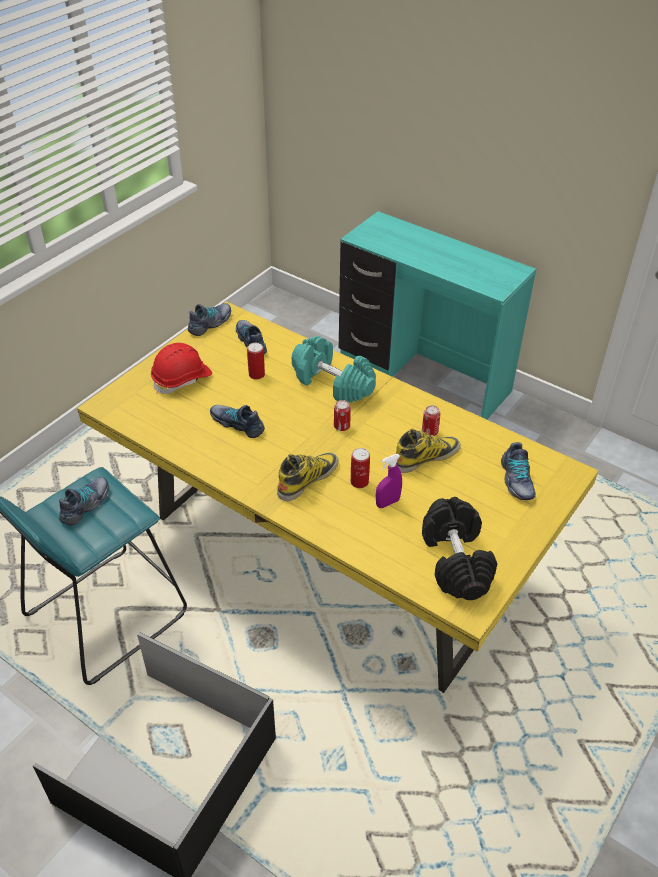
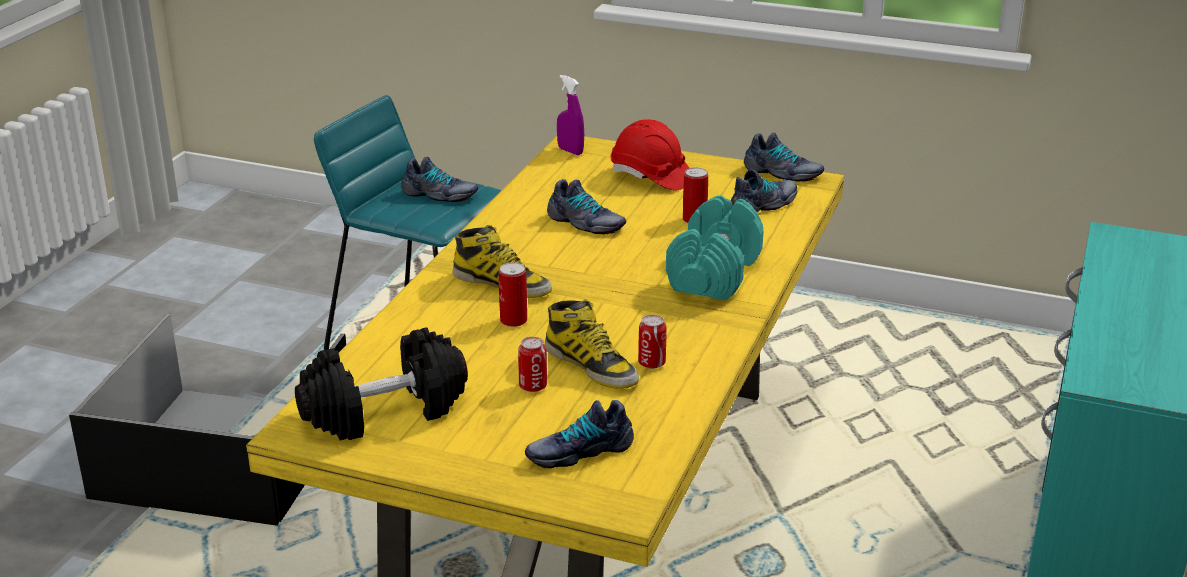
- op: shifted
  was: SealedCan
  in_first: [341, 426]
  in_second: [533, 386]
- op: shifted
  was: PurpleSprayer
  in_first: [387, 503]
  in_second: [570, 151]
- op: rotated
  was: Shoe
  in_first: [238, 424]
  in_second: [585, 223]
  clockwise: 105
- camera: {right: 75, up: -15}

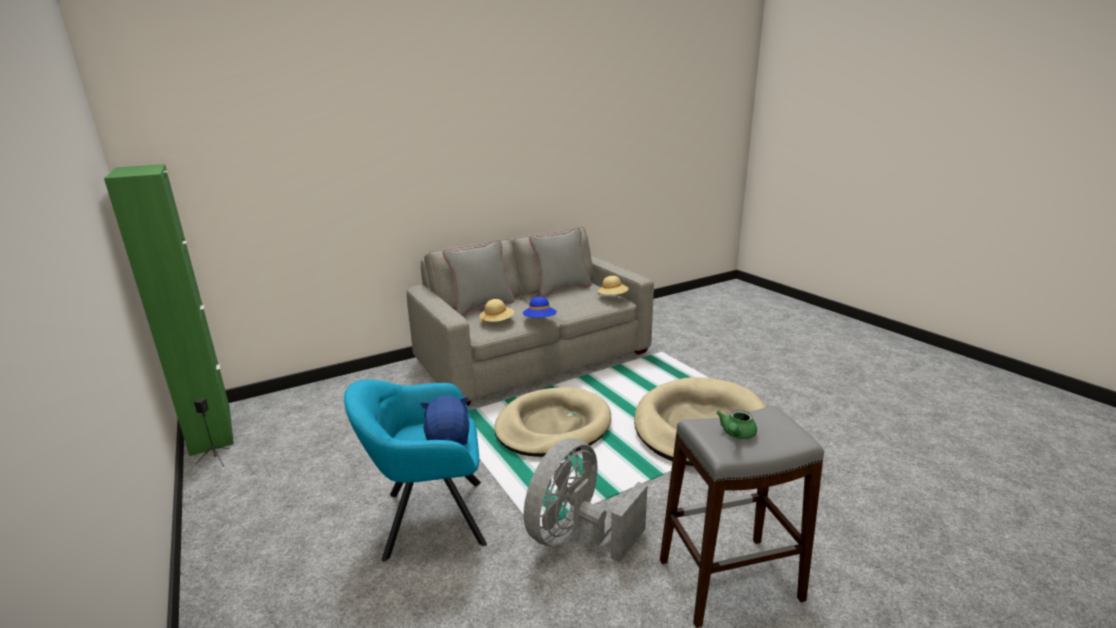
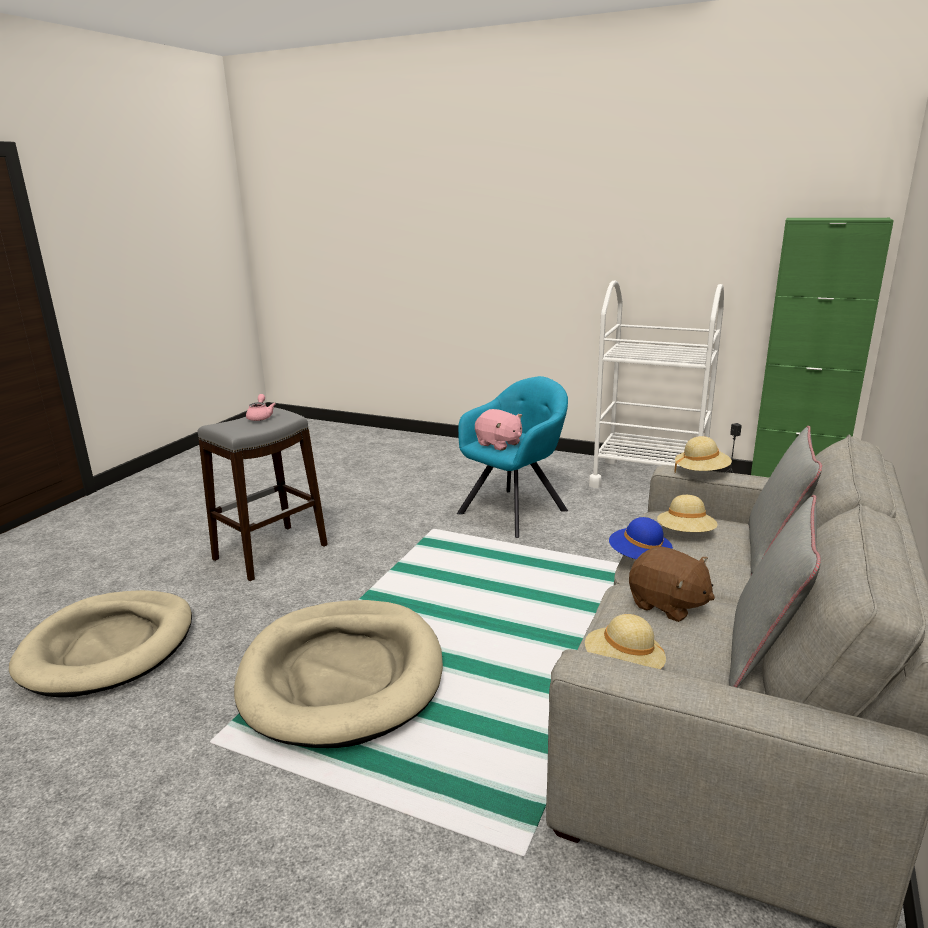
- op: gone
  was: GreyishFan
  in_first: [577, 536]
- op: new
  now: WhiteCart
  in_second: [649, 479]
- op: new
  now: BrownishPlushToy
  in_second: [667, 605]
- op: new
  now: BeigeColouredClothingHat
  in_second: [701, 472]
- op: shifted
  was: BeigeColouredPetBed
  in_first: [553, 426]
  in_second: [109, 647]
- op: repainted
  was: BlueColouredPlushToy
  now: PinkishPlushToy
  in_first: [448, 438]
  in_second: [499, 444]
- op: repainted
  was: GreenishTeapot
  now: PinkishTeapot
  in_first: [736, 434]
  in_second: [260, 417]
- camera: {right: 145, up: 0}

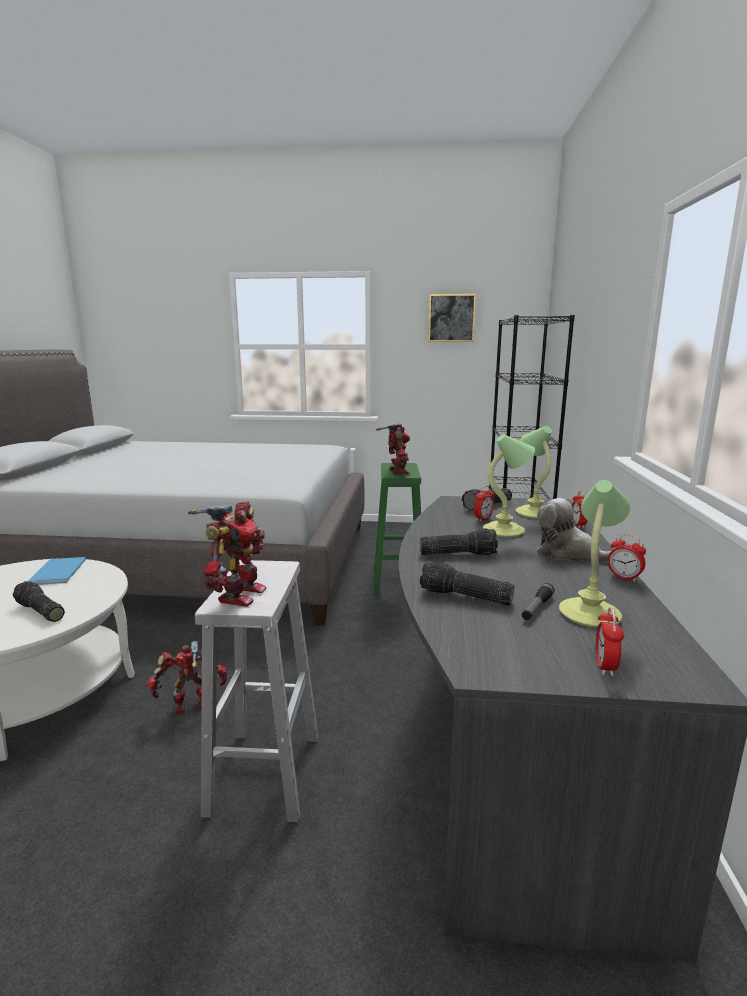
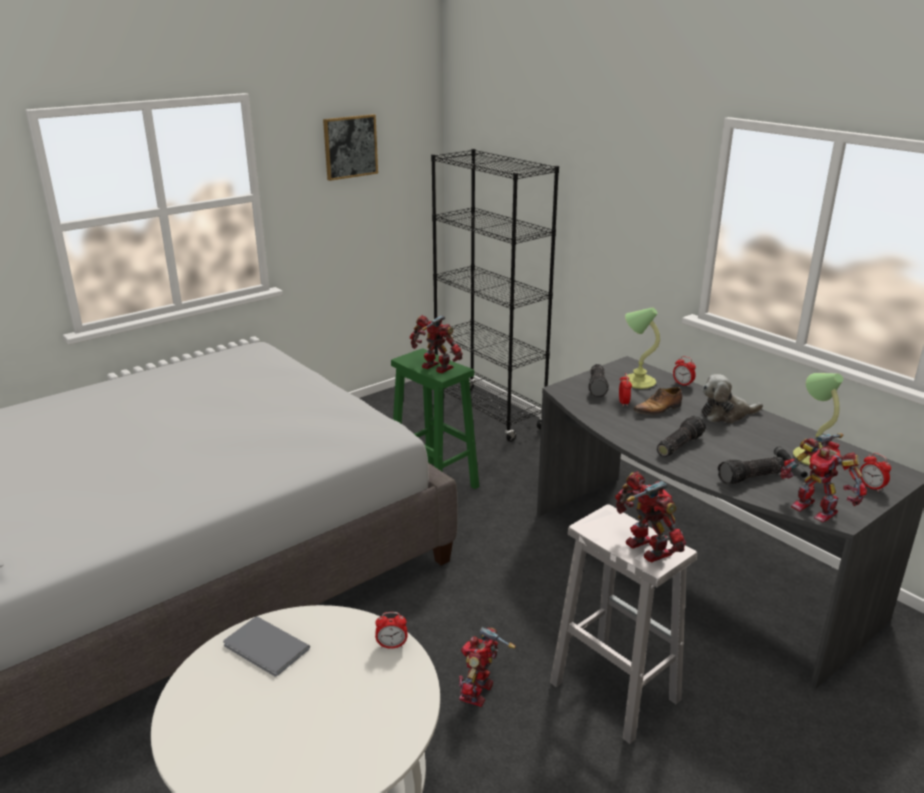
- op: gone
  was: Torch
  in_first: [39, 612]
- op: new
  now: RobotFigure
  in_second: [815, 508]
- op: shifted
  was: AlarmClock
  in_first: [624, 577]
  in_second: [392, 645]
- op: swapped
  was: LampForATable
  now: Shoe
  in_first: [505, 531]
  in_second: [658, 409]
- op: repainted
  was: BlueColouredBoundBook
  now: GreyishBoundBook
  in_first: [56, 573]
  in_second: [266, 649]
- camera: {right: -45, up: 10}

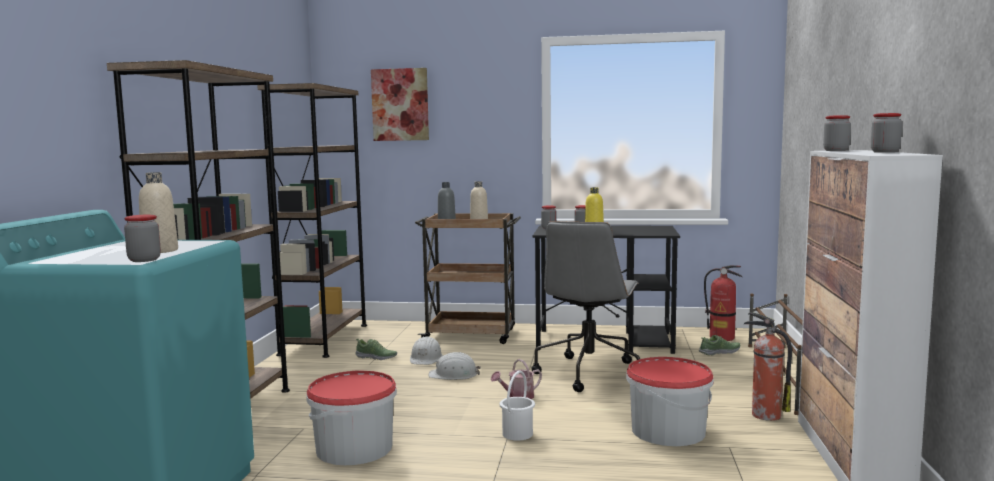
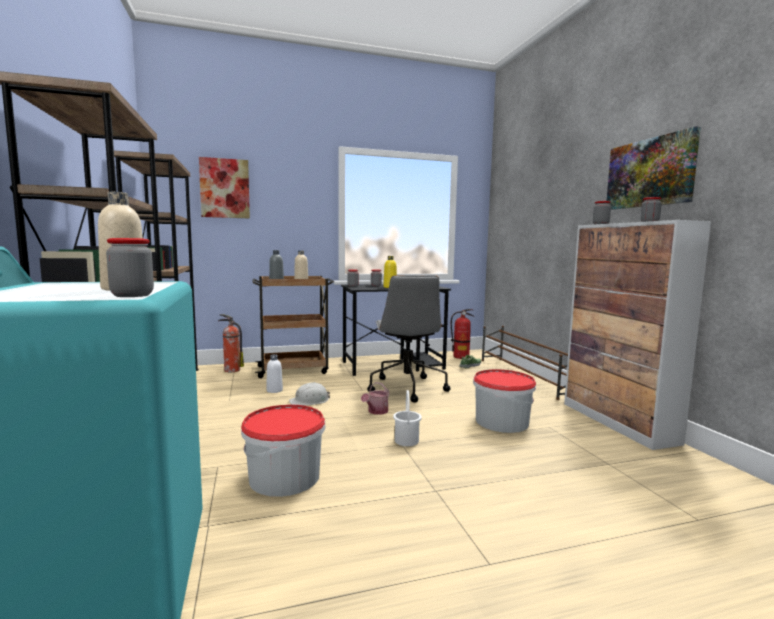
- op: gone
  was: Shoe
  in_first: [376, 357]
- op: new
  now: Picture
  in_second: [650, 173]
- op: shifted
  was: FireFightingCylinder
  in_first: [764, 415]
  in_second: [231, 370]
- op: swapped
  was: WhiteSafetyHelmet
  now: WhiteDrinkBottle
  in_first: [426, 358]
  in_second: [274, 390]
- camera: {right: -25, up: 0}

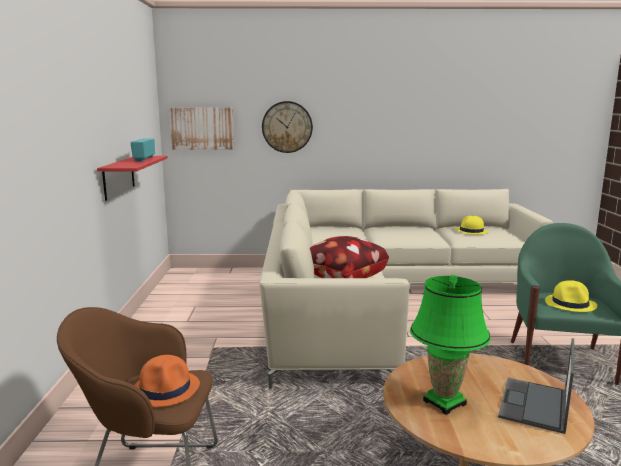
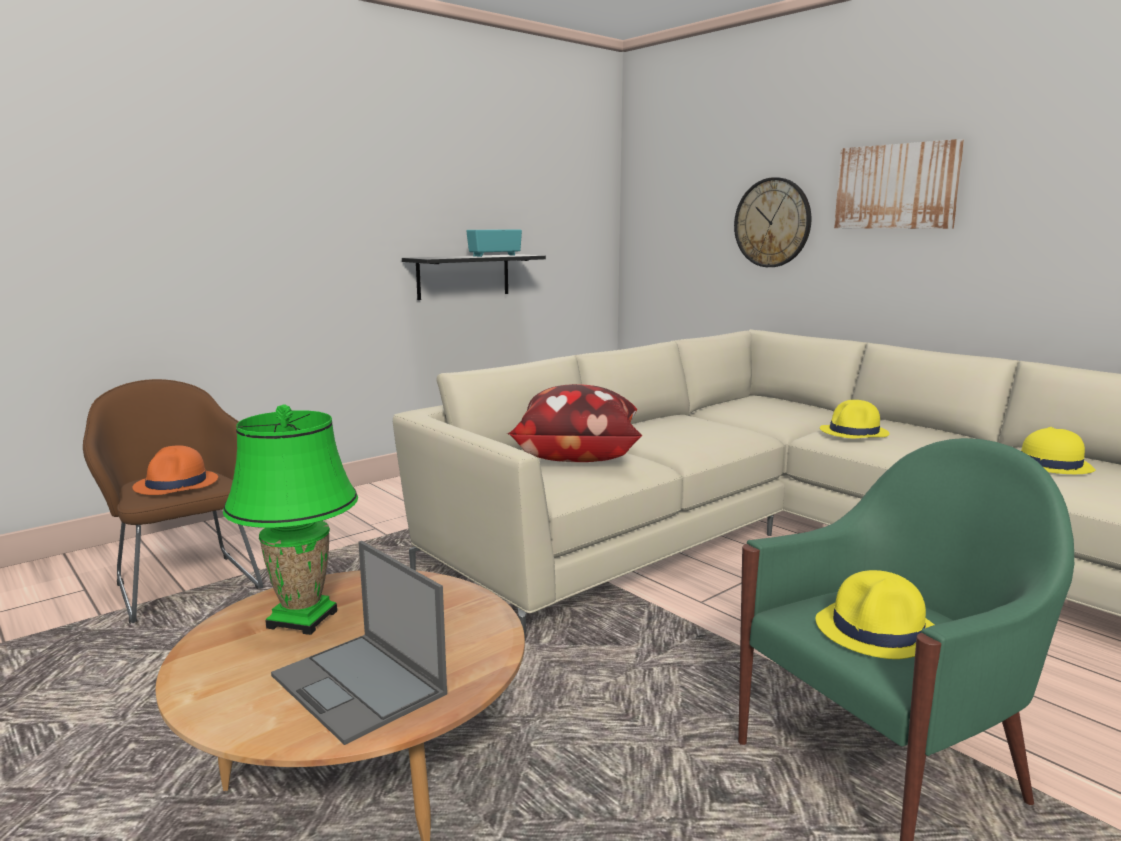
- op: new
  now: YellowClothingHat
  in_second: [854, 432]
- op: shifted
  was: Picture
  in_first: [202, 128]
  in_second: [896, 186]
- op: repainted
  was: RedWallShelf
  now: BlackColouredWallShelf
  in_first: [119, 177]
  in_second: [463, 276]
- op: rotated
  was: PortableComputer
  in_first: [534, 405]
  in_second: [360, 686]
  clockwise: -120
- camera: {right: 50, up: 0}

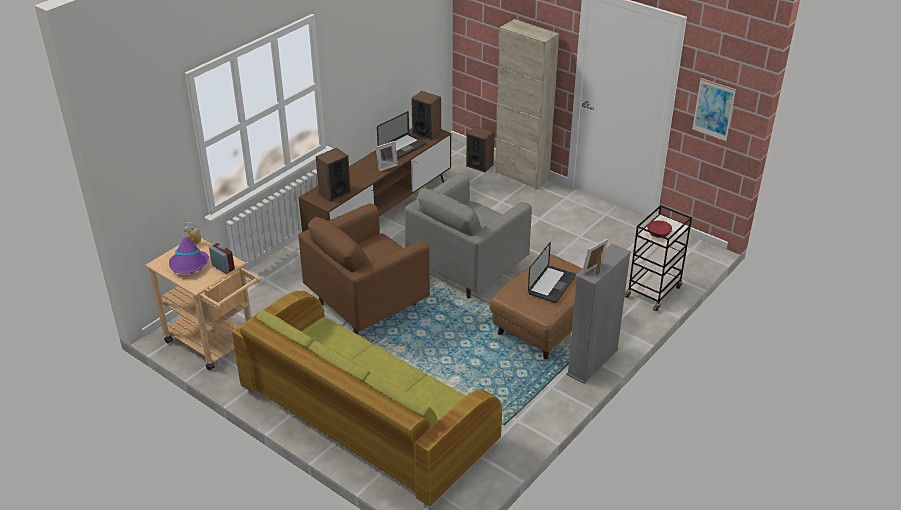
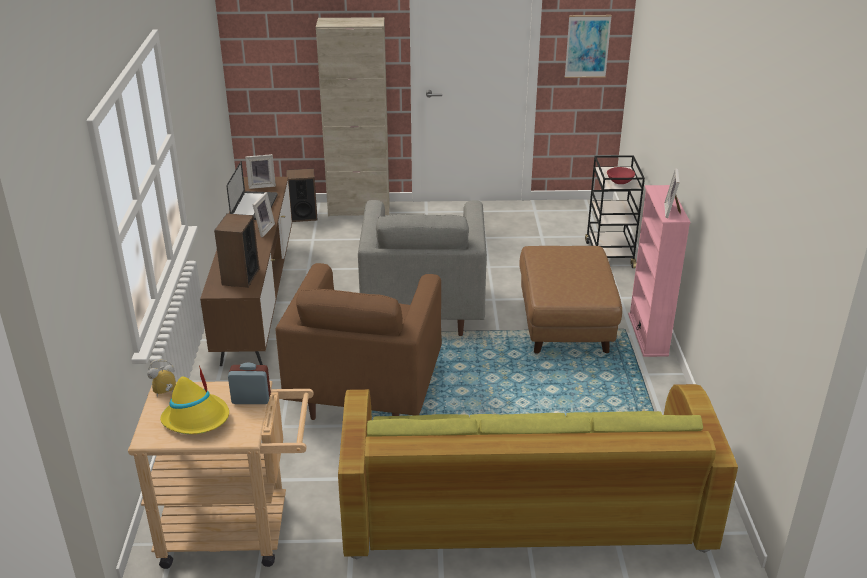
- op: gone
  was: PortableComputer
  in_first: [551, 285]
- op: swapped
  was: Loudspeaker
  now: PhotoFrame
  in_first: [426, 133]
  in_second: [262, 185]
- op: repainted
  was: PurpleClothingHat
  now: YellowClothingHat
  in_first: [189, 265]
  in_second: [197, 419]
- op: repainted
  was: GreyishShelvingUnit
  now: PinkishShelvingUnit
  in_first: [592, 362]
  in_second: [648, 334]
- camera: {right: -40, up: -5}

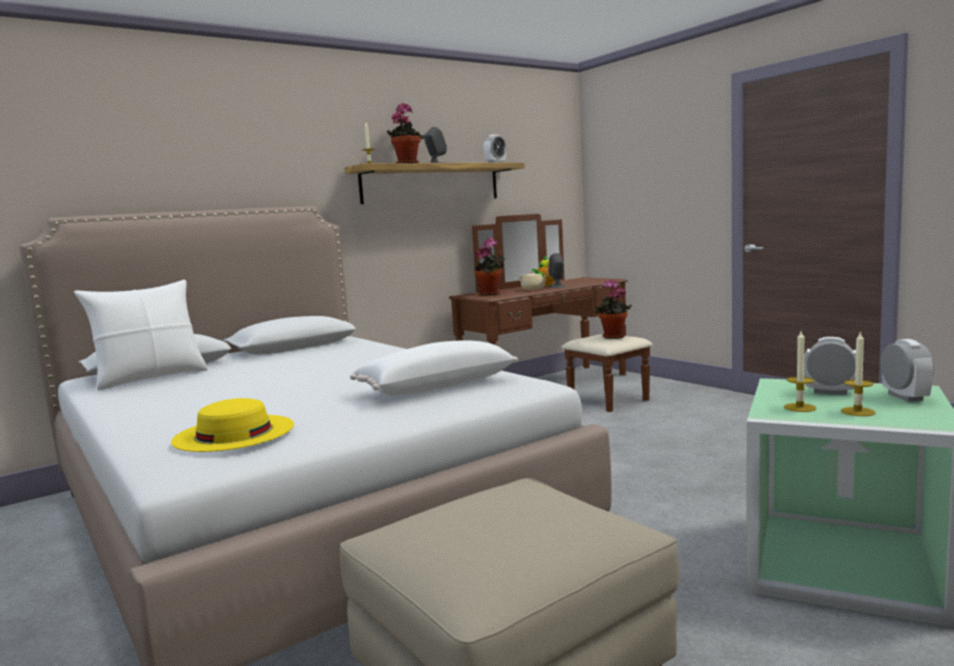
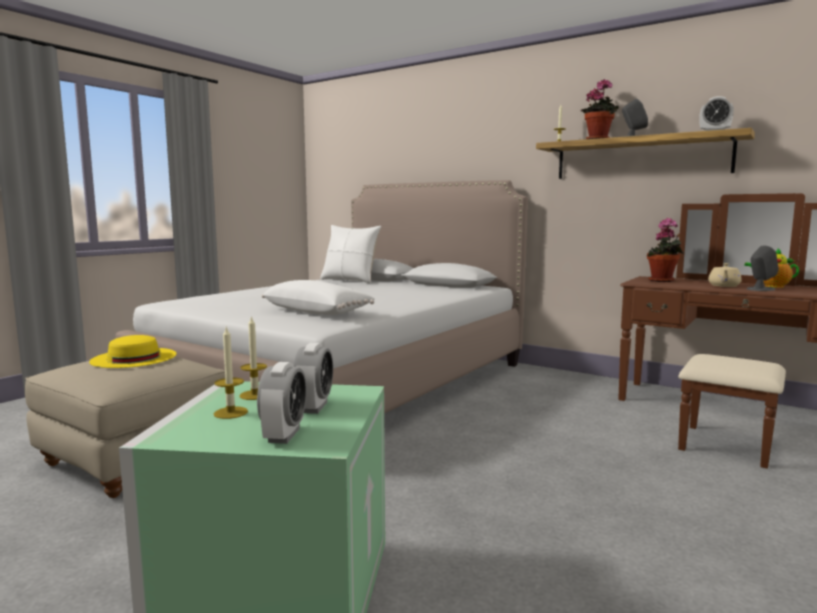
- op: gone
  was: Houseplant
  in_first: [613, 337]
- op: shifted
  was: YellowClothingHat
  in_first: [234, 432]
  in_second: [134, 357]
- op: rotated
  was: AlarmClock
  in_first: [905, 397]
  in_second: [284, 435]
  clockwise: -60
- camera: {right: 70, up: 0}

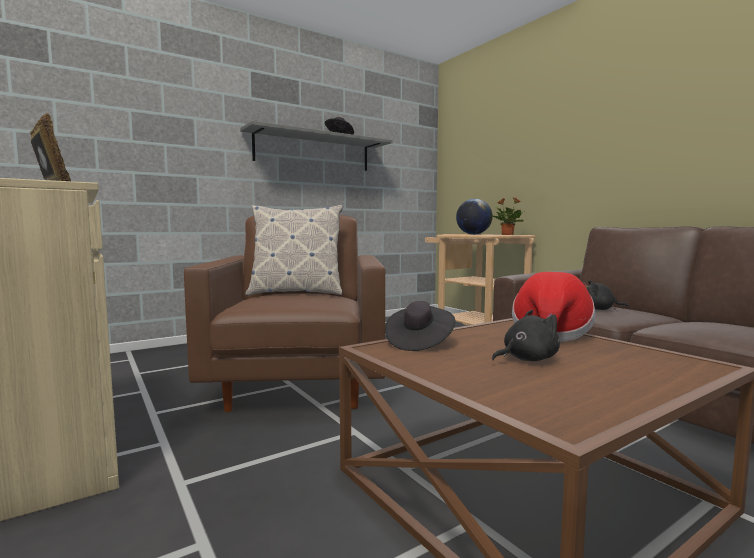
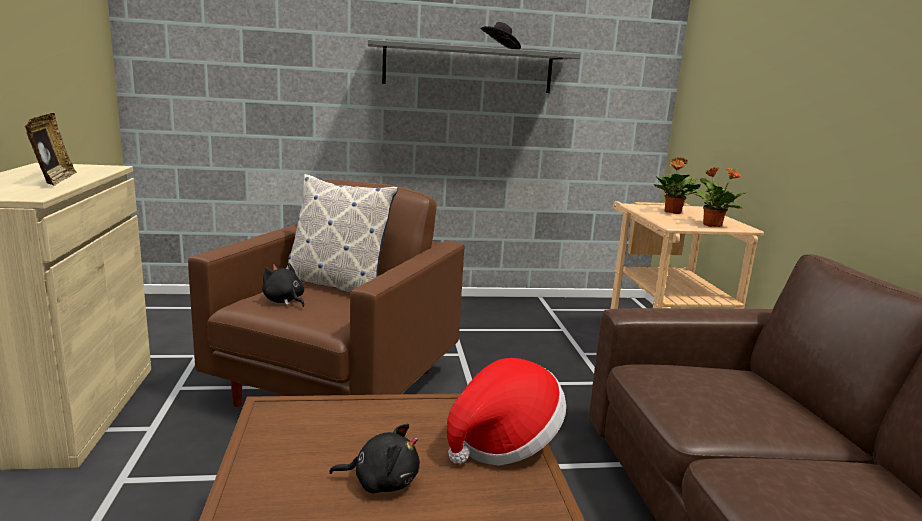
- op: gone
  was: BlackColouredClothingHat
  in_first: [419, 342]
- op: shifted
  was: BlackColouredPlushToy
  in_first: [600, 309]
  in_second: [284, 301]
- op: swapped
  was: Globe
  now: Houseplant
  in_first: [473, 234]
  in_second: [672, 212]
- camera: {right: 25, up: 10}

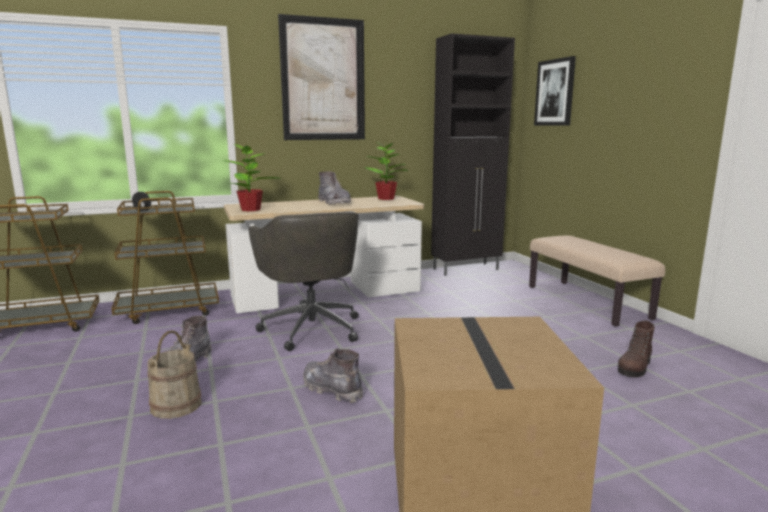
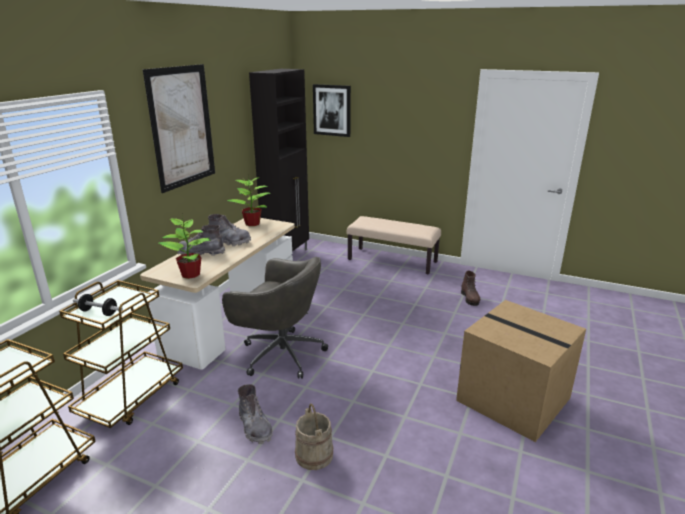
- op: shifted
  was: GreyishBoot
  in_first: [332, 389]
  in_second: [201, 253]
- camera: {right: -45, up: 10}

